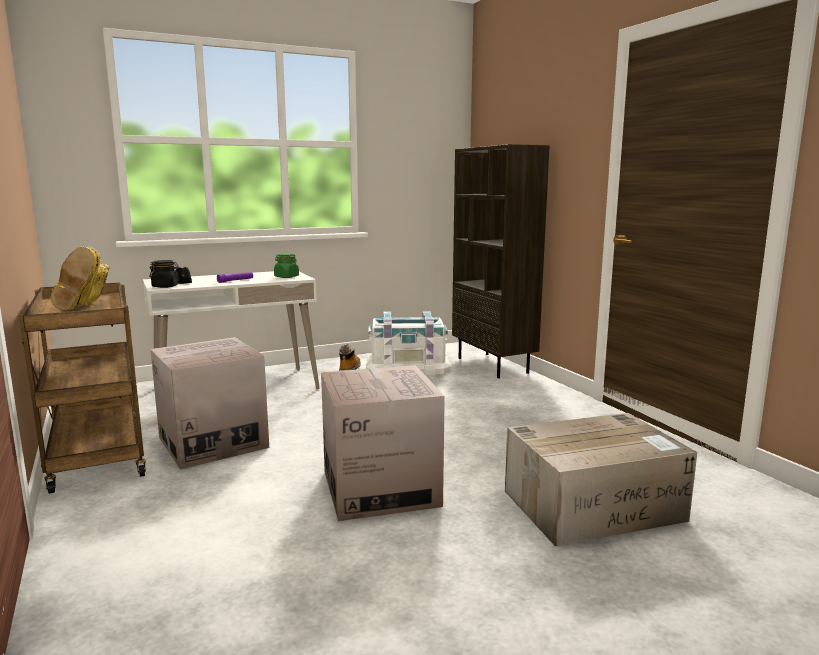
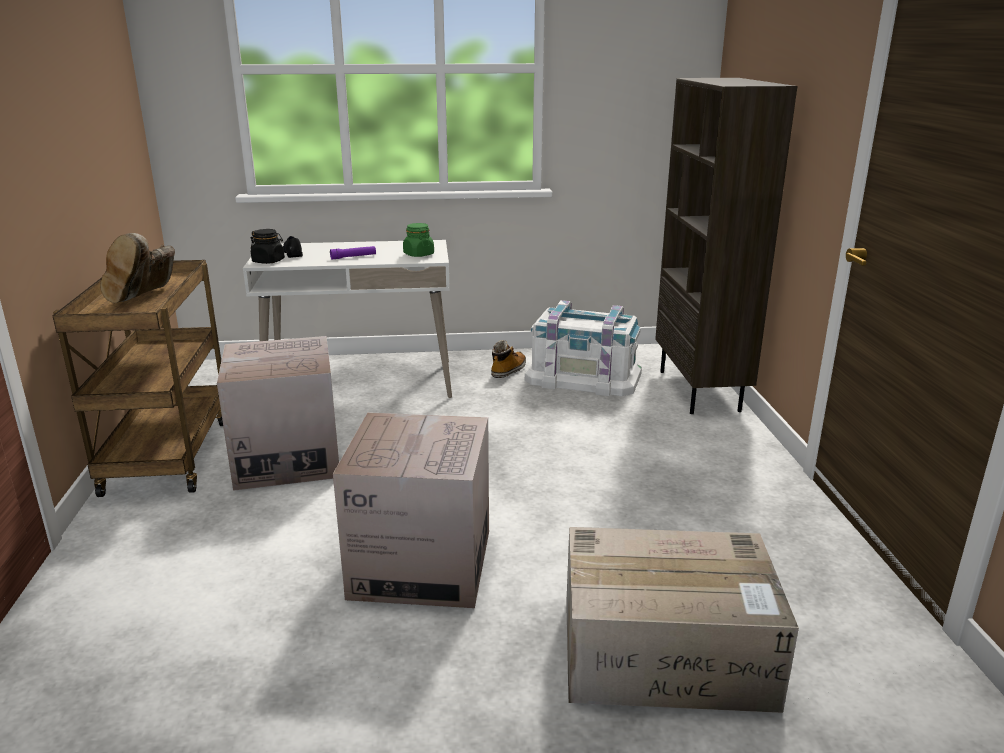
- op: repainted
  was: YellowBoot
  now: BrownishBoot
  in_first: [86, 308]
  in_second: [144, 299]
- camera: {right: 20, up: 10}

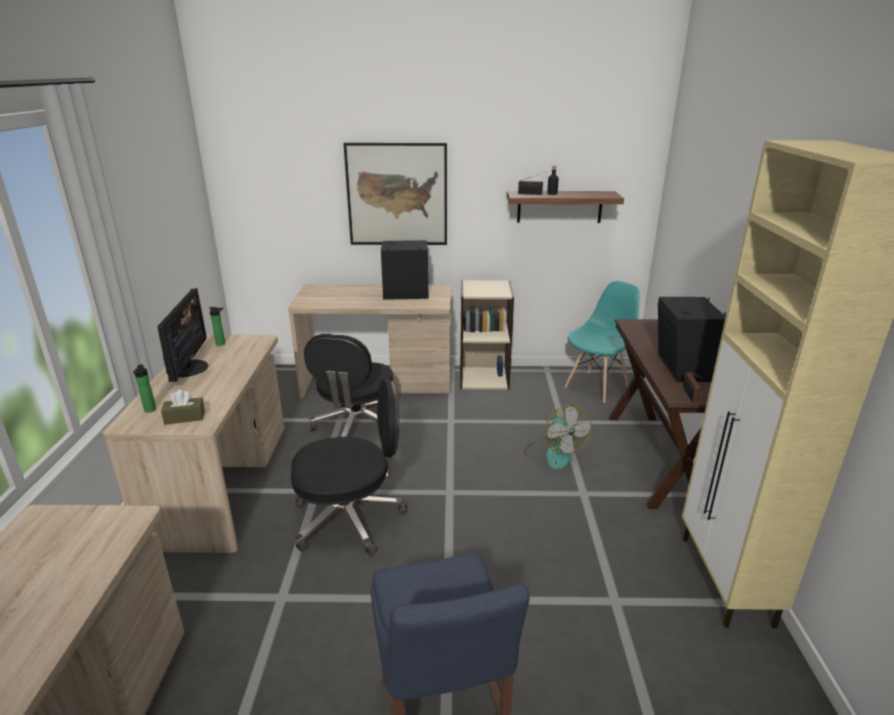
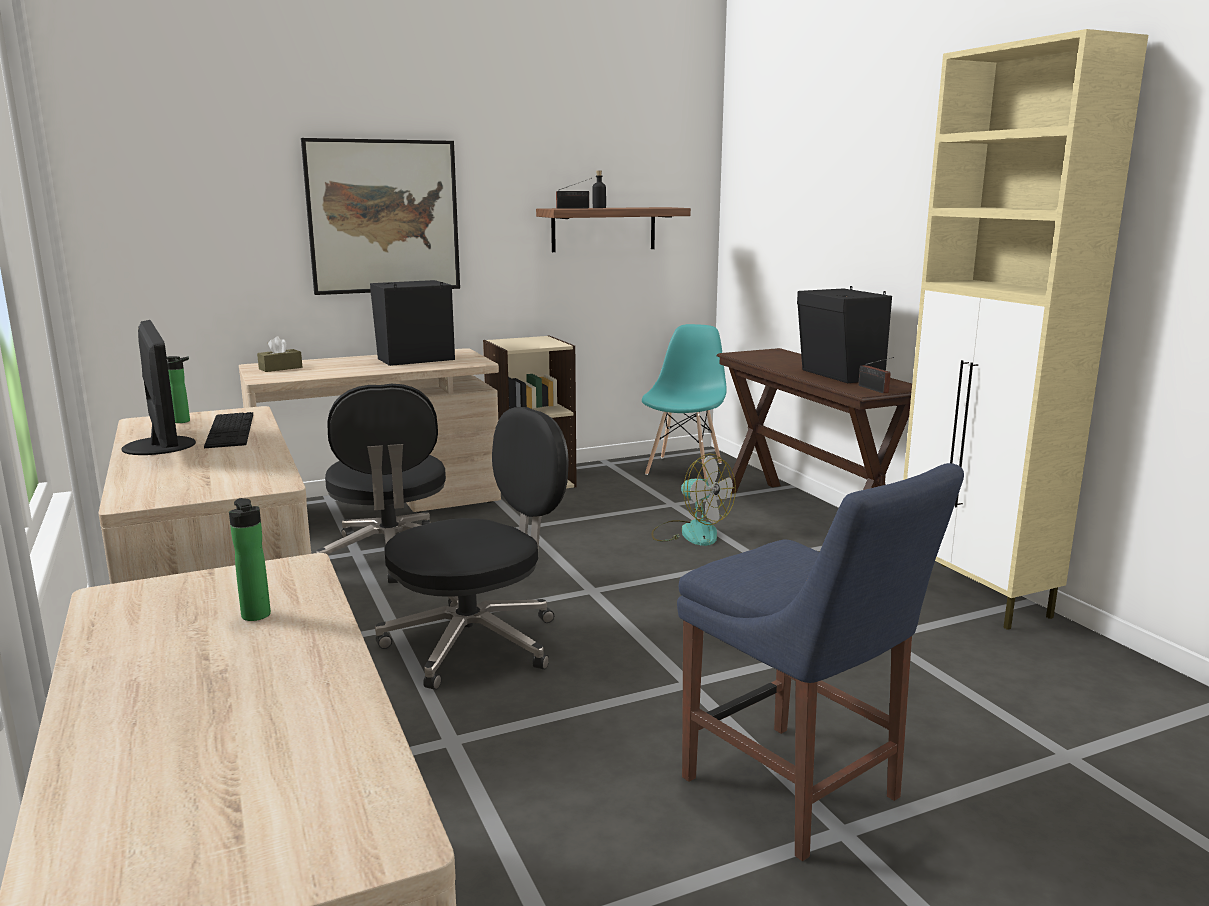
- op: new
  now: PcKeyboard
  in_second: [230, 430]
- op: shifted
  was: DrinkBottle
  in_first: [149, 410]
  in_second: [257, 617]
- op: shifted
  was: BrownishBoxOfTissues
  in_first: [185, 417]
  in_second: [280, 368]
- camera: {right: -25, up: -10}

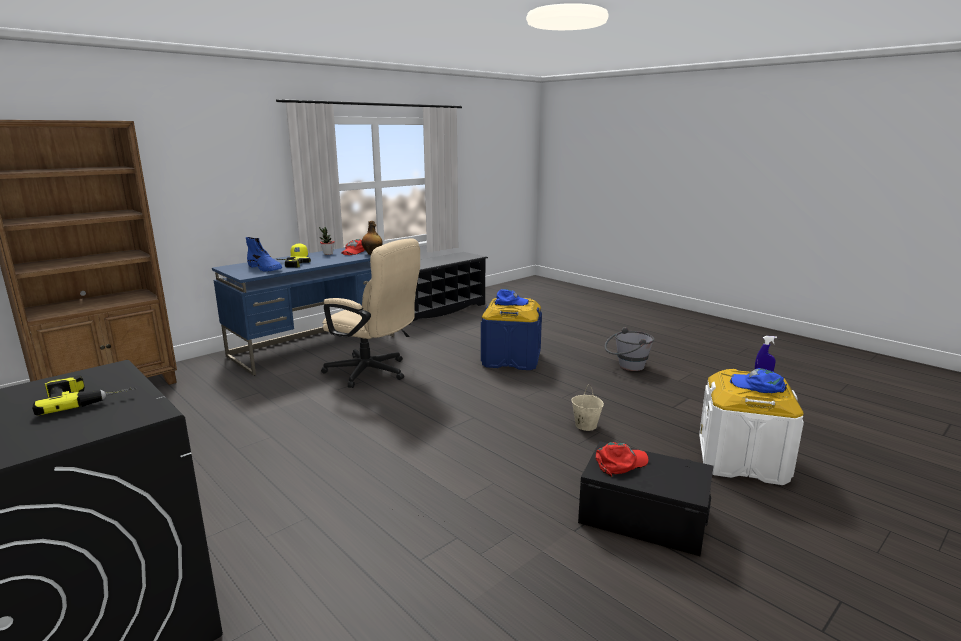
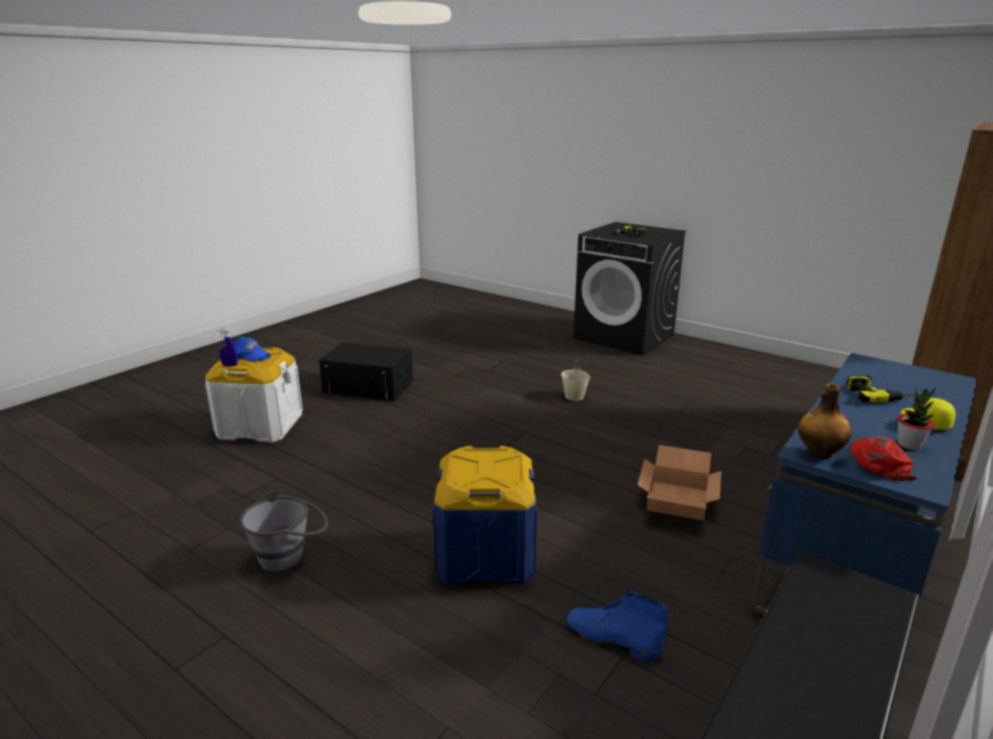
- op: gone
  was: BlueColouredPeakedCap
  in_first: [510, 302]
- op: gone
  was: RedPeakedCap
  in_first: [621, 463]
- op: shifted
  was: BlueColouredBoot
  in_first: [265, 268]
  in_second: [611, 638]
- op: shifted
  was: BeigeColouredWaterBucket
  in_first: [585, 425]
  in_second: [574, 396]
- op: swapped
  was: BeigeColouredComputerChair
  now: CardboardBox
  in_first: [373, 373]
  in_second: [676, 499]
- camera: {right: 170, up: 5}

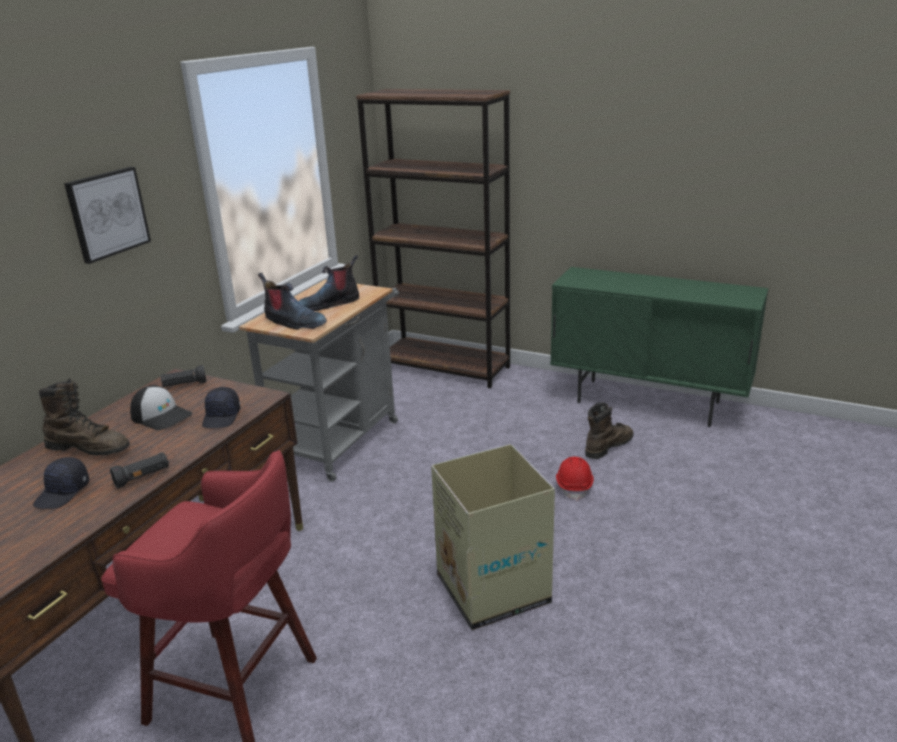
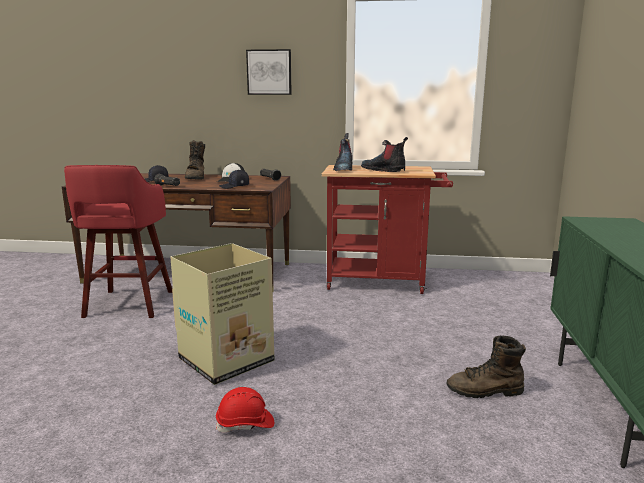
- op: gone
  was: BrownishShelvingUnit
  in_first: [445, 367]
- op: shifted
  was: RedSafetyHelmet
  in_first: [574, 486]
  in_second: [245, 424]
- op: repainted
  was: GreyishCart
  now: RedCart
  in_first: [340, 438]
  in_second: [383, 282]
- op: rotated
  was: BrownishBoot
  in_first: [608, 446]
  in_second: [485, 391]
  clockwise: 150
- camera: {right: 70, up: -10}

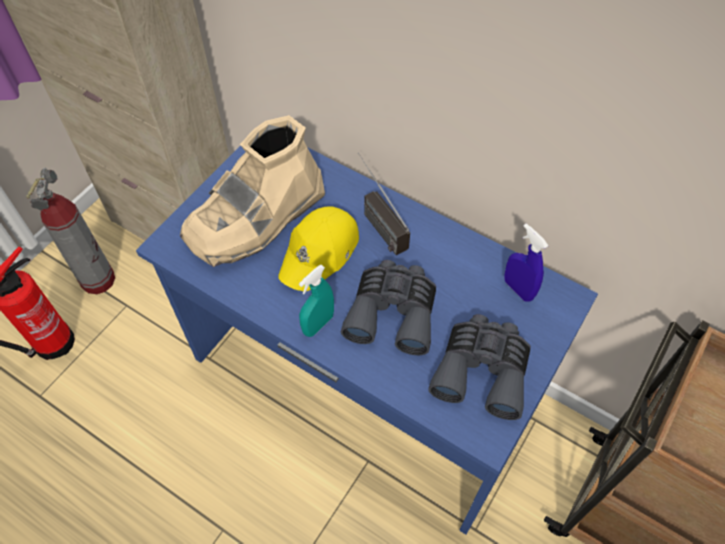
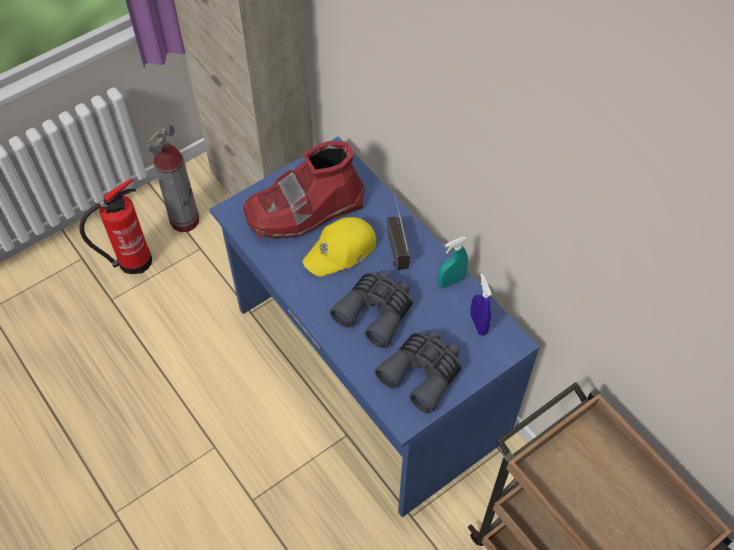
- op: shifted
  was: TurquoiseSprayer
  in_first: [318, 324]
  in_second: [451, 281]
- op: repainted
  was: BeigeColouredBoot
  now: RedBoot
  in_first: [256, 219]
  in_second: [305, 211]
- camera: {right: 20, up: 0}

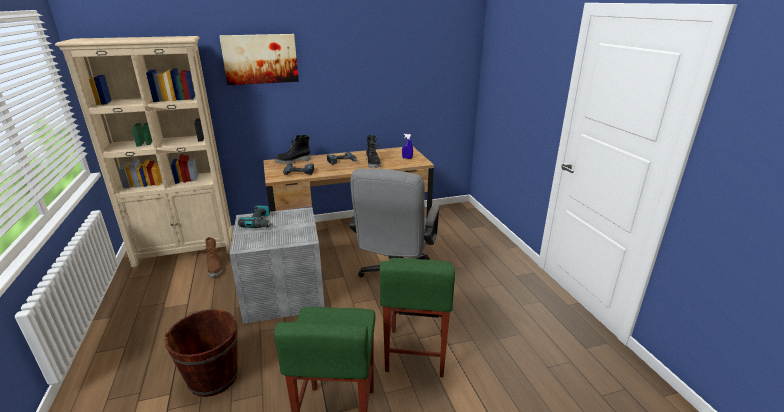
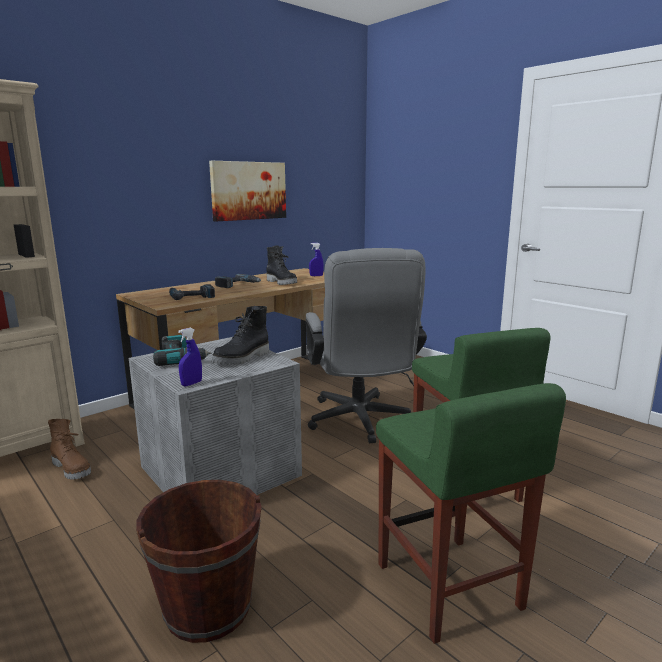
- op: new
  now: BlueColouredSprayer
  in_second: [191, 384]
- op: shifted
  was: Picture
  in_first: [260, 59]
  in_second: [248, 191]
- op: shifted
  was: BlackColouredBoot
  in_first: [293, 161]
  in_second: [243, 359]
- camera: {right: -25, up: -10}

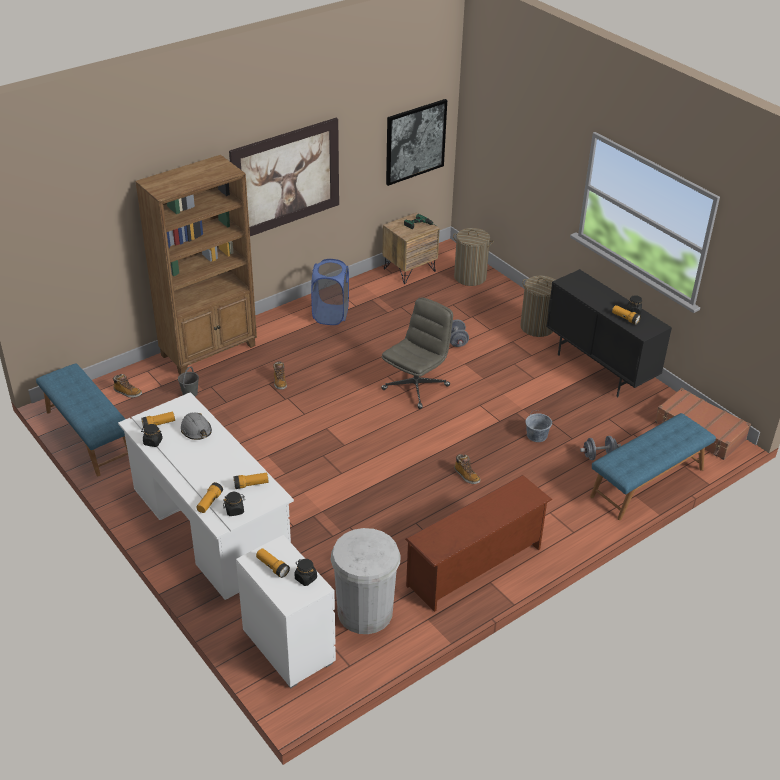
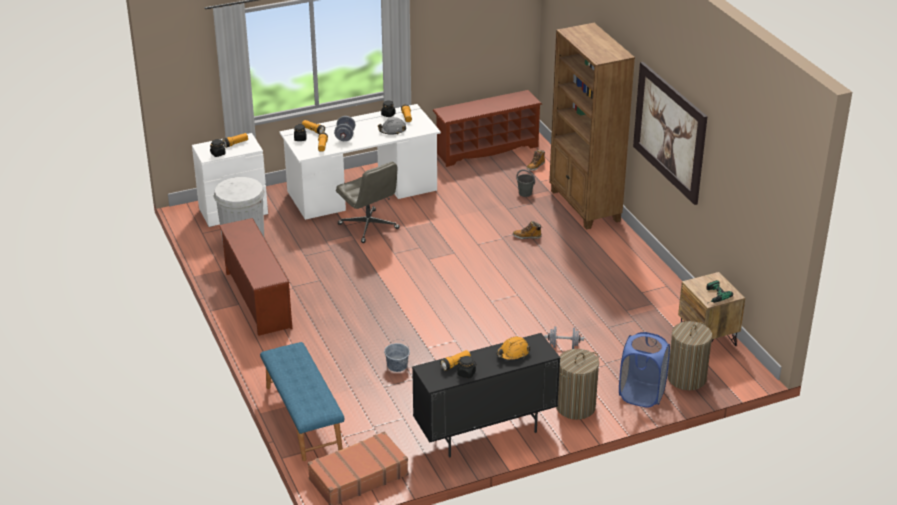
- op: gone
  was: Picture
  in_first: [415, 141]
- op: gone
  was: Boot
  in_first: [466, 476]
- op: new
  now: OrangeySafetyHelmet
  in_second: [513, 353]
- op: shifted
  was: BlueColouredLaundryBasket
  in_first: [330, 315]
  in_second: [641, 394]
- op: shifted
  was: GreyishComputerChair
  in_first: [416, 387]
  in_second: [369, 227]
- op: shifted
  was: GreyishHandWeight
  in_first: [599, 456]
  in_second: [345, 136]
- op: swapped
  was: BlueColouredBench
  now: BrownishShoeStand
  in_first: [88, 435]
  in_second: [486, 149]
- camera: {right: 105, up: -5}

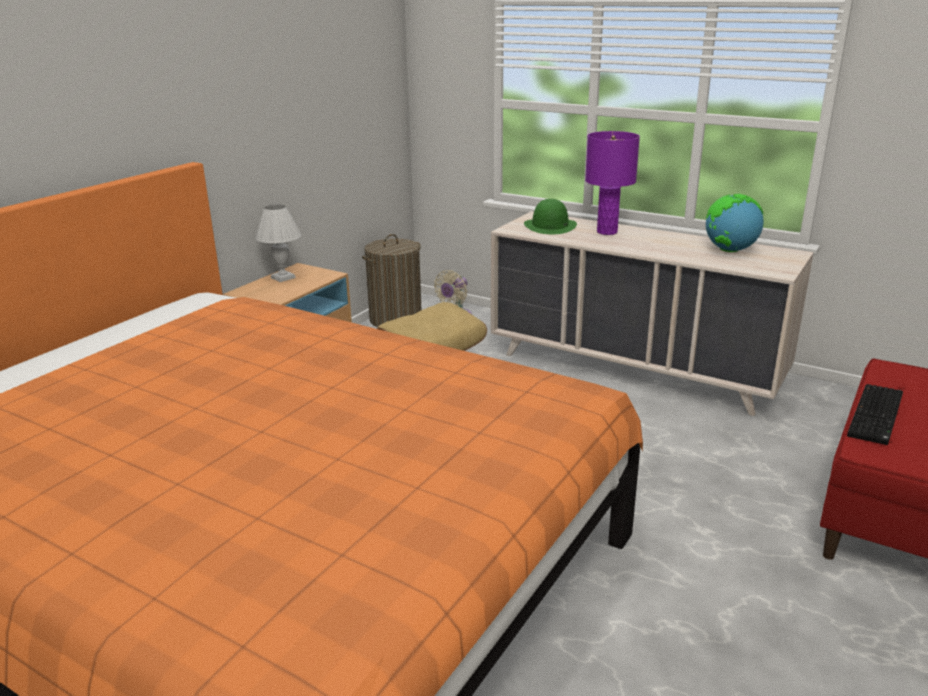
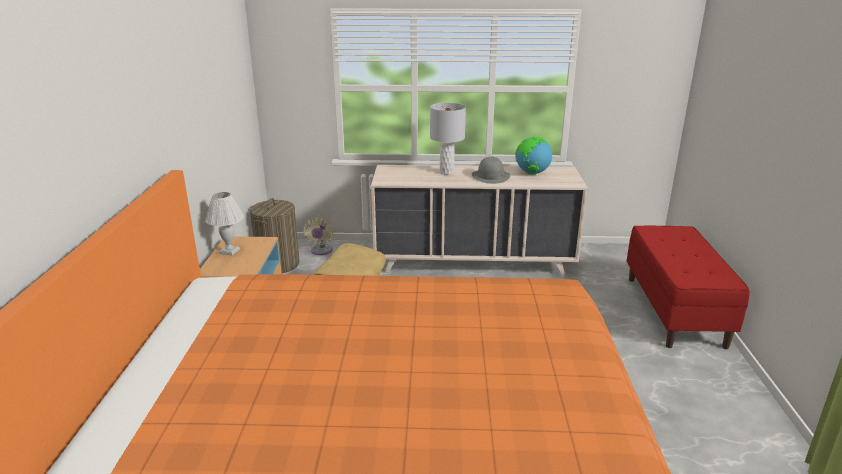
- op: gone
  was: GreenishClothingHat
  in_first: [550, 226]
- op: gone
  was: PcKeyboard
  in_first: [877, 416]
- op: new
  now: GreyishClothingHat
  in_second: [490, 176]
- op: repainted
  was: PurpleLampForATable
  now: GreyishLampForATable
  in_first: [606, 232]
  in_second: [446, 172]
- camera: {right: -30, up: 0}

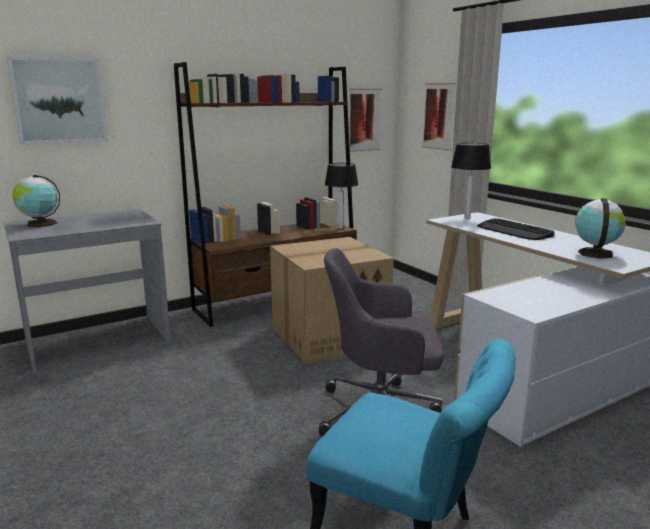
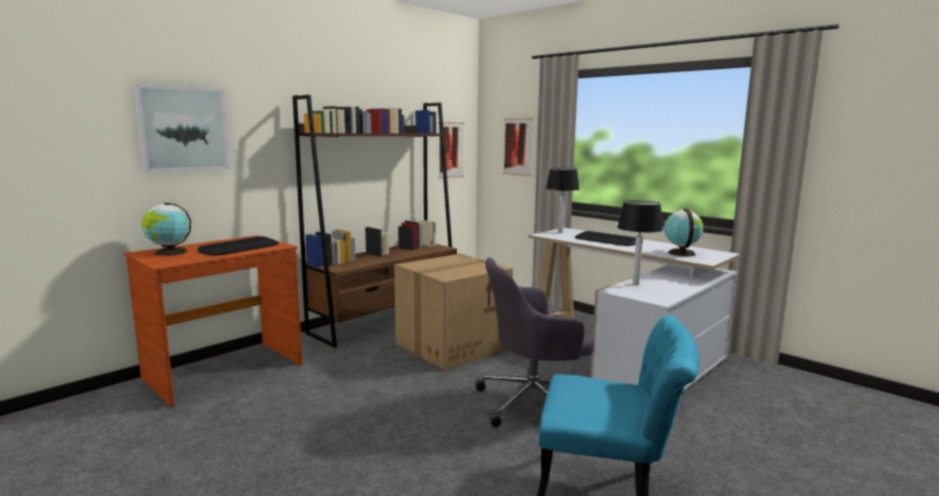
- op: new
  now: PcKeyboard
  in_second: [240, 247]
- op: shifted
  was: LampForATable
  in_first: [341, 228]
  in_second: [636, 284]
- op: repainted
  was: GreyishDeskTable
  now: BrownishDeskTable
  in_first: [98, 342]
  in_second: [224, 372]
- camera: {right: -15, up: -5}

